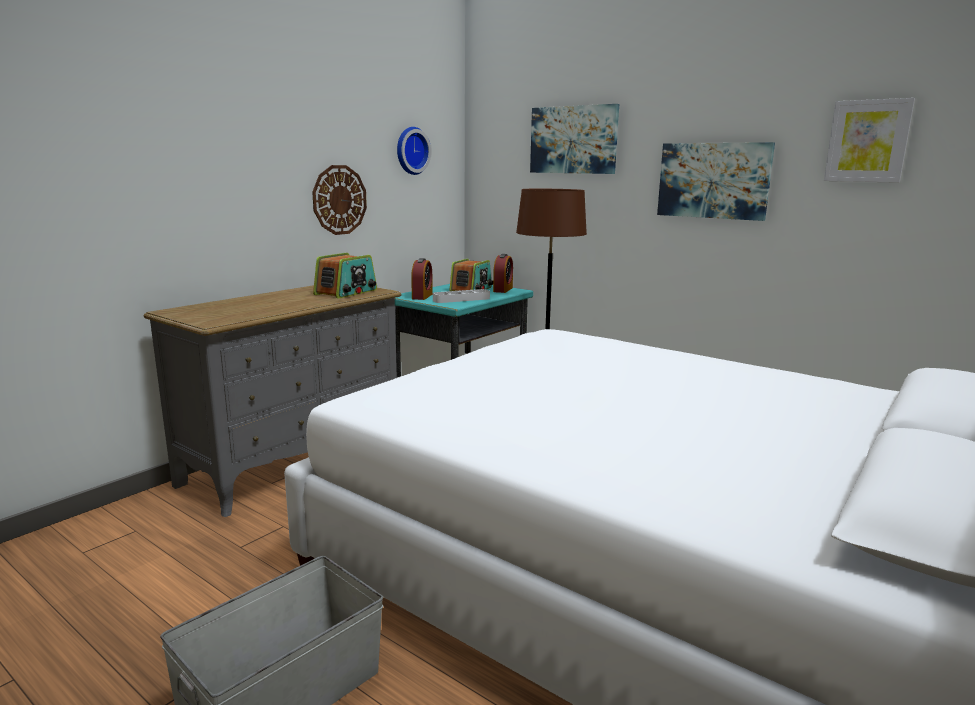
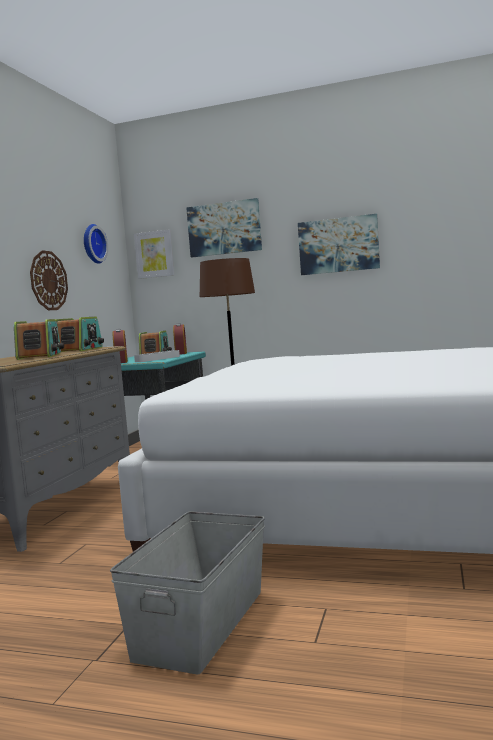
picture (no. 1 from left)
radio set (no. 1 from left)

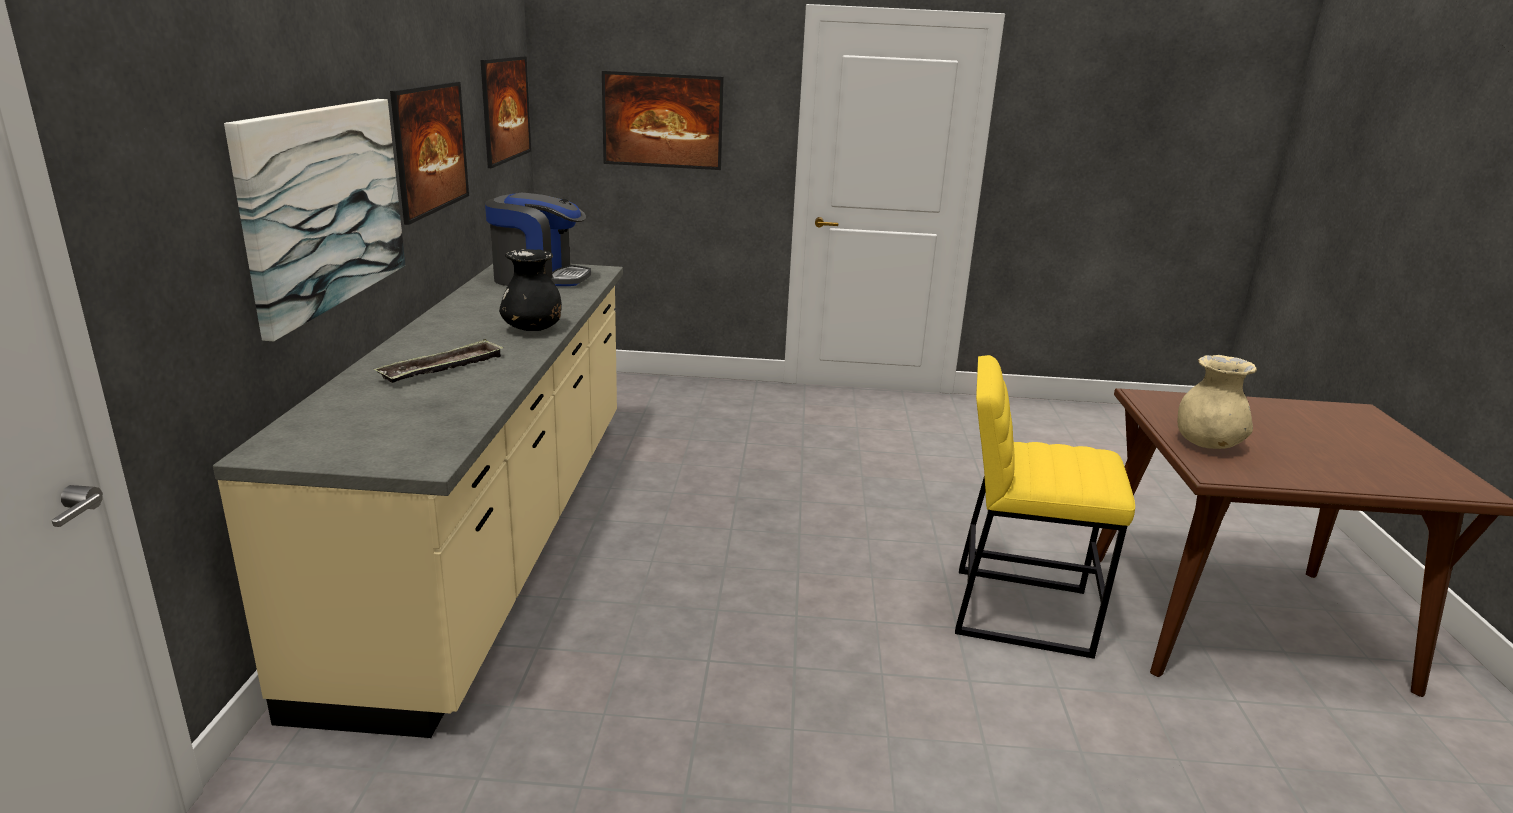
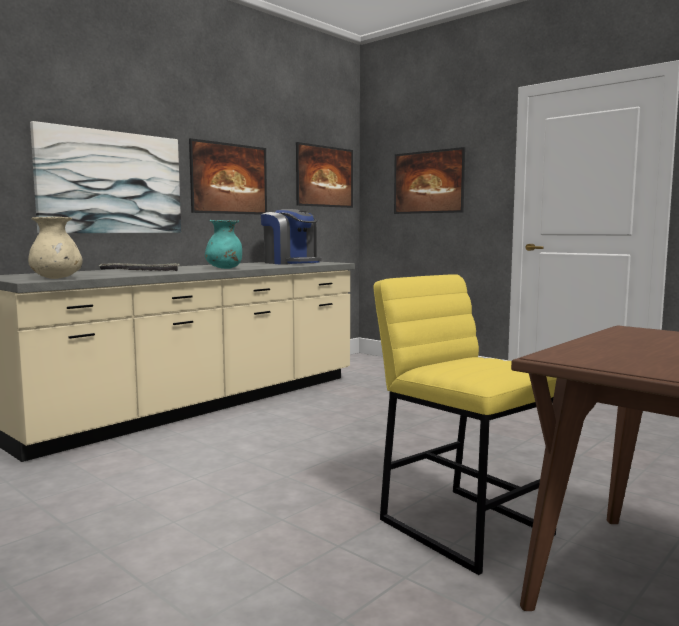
turquoise-coloured vase
beige vase

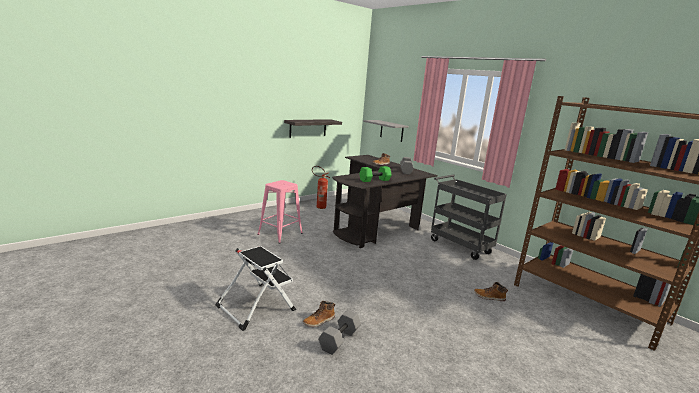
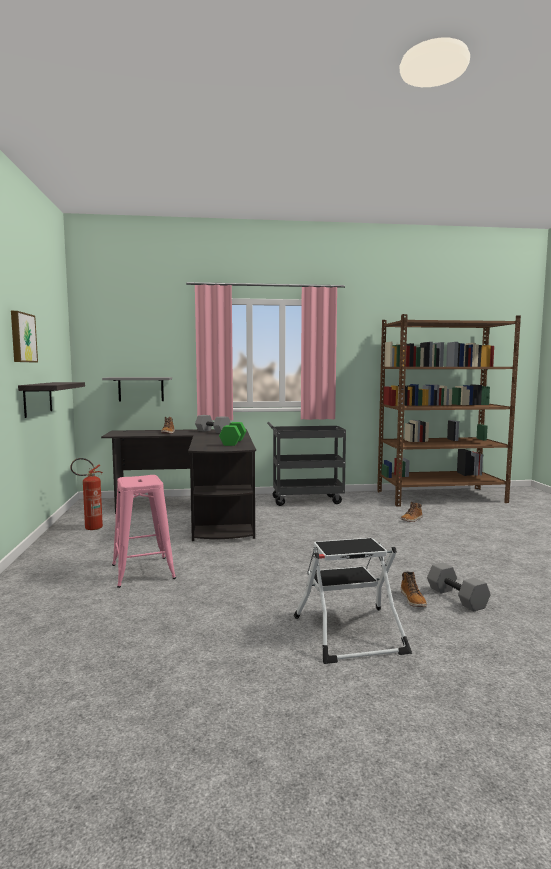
picture

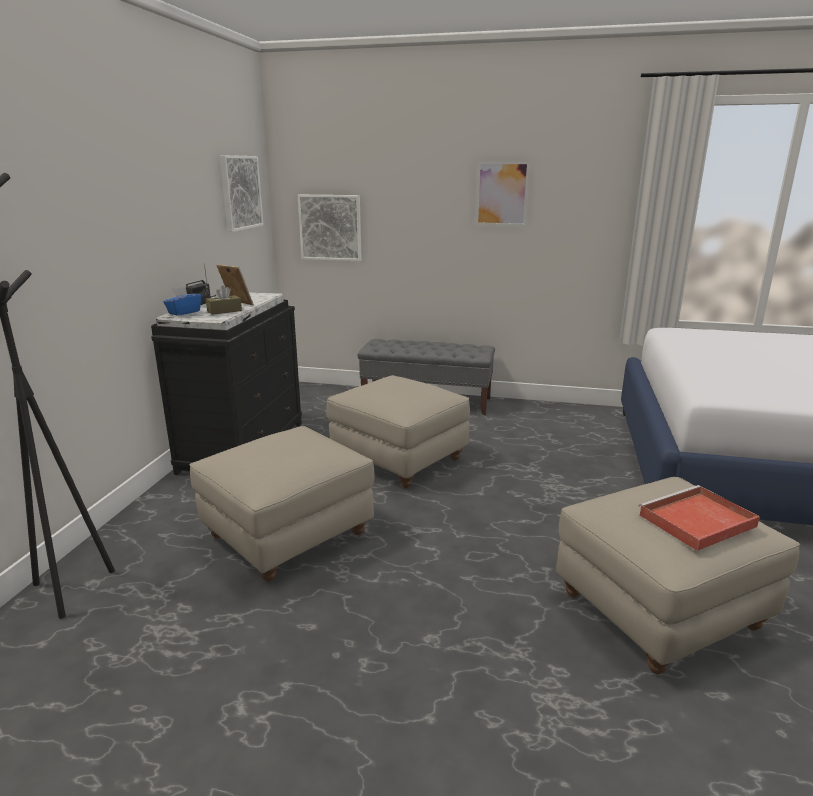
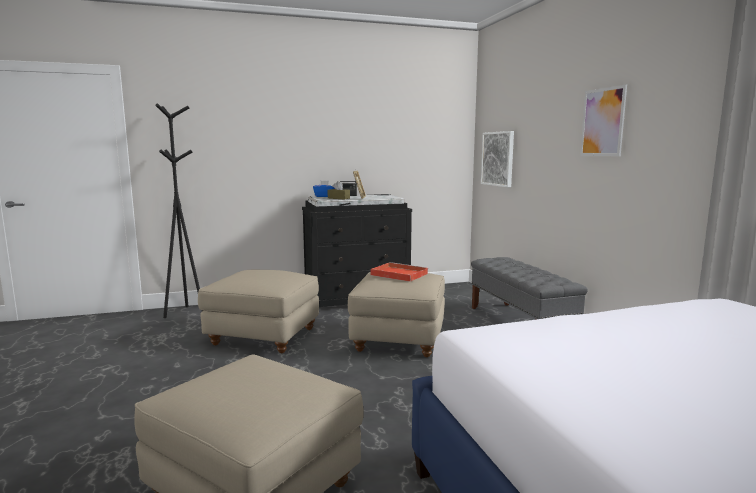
picture (no. 1 from left in the first image)
red carrying tray

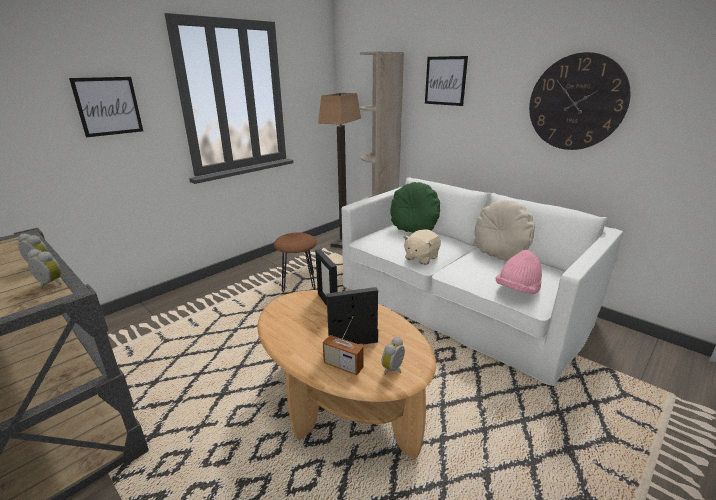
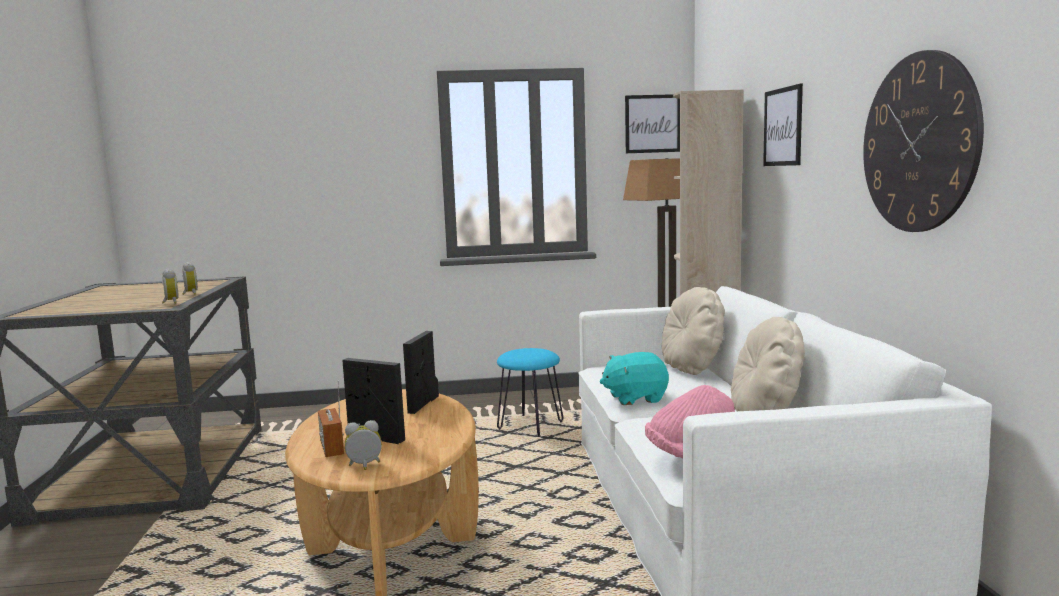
picture (no. 1 from left)
turquoise-coloured stool seat
beige cushion (no. 1 from left)
turquoise-coloured cuddly toy

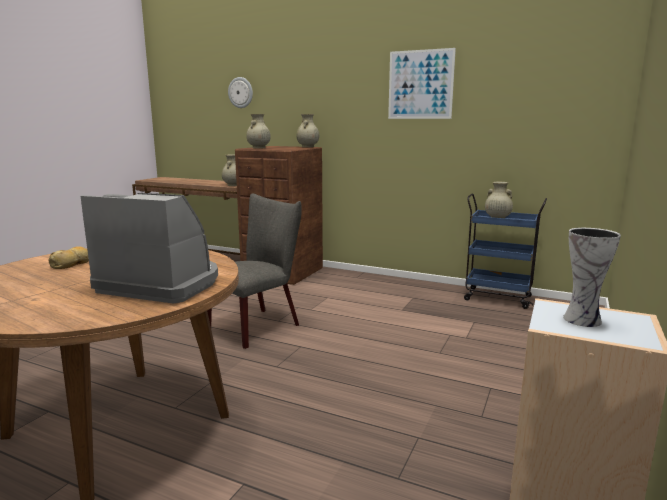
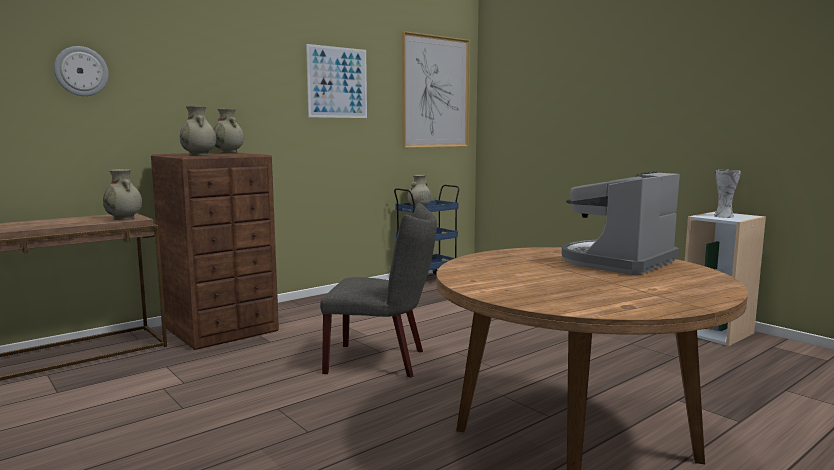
baked bread
gray upright chair
picture (no. 2 from left)

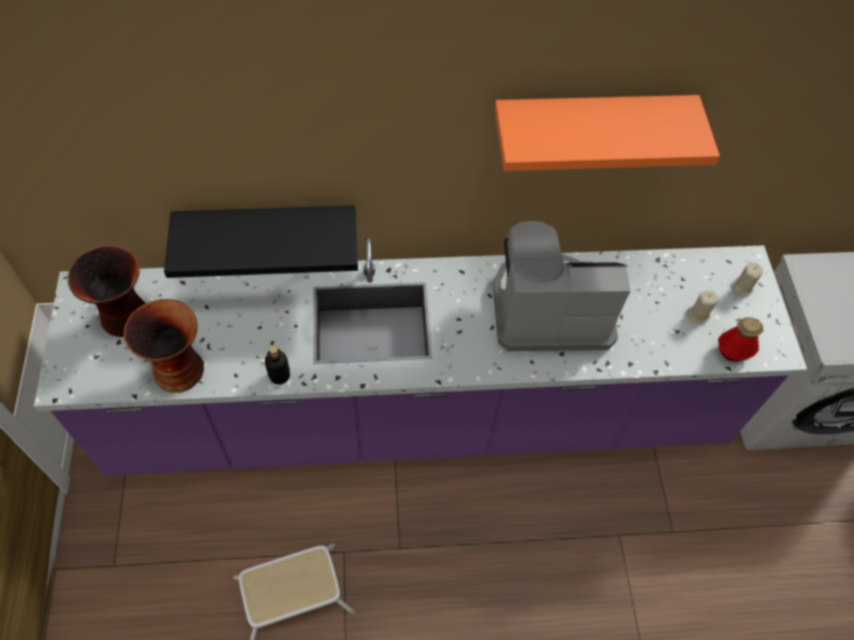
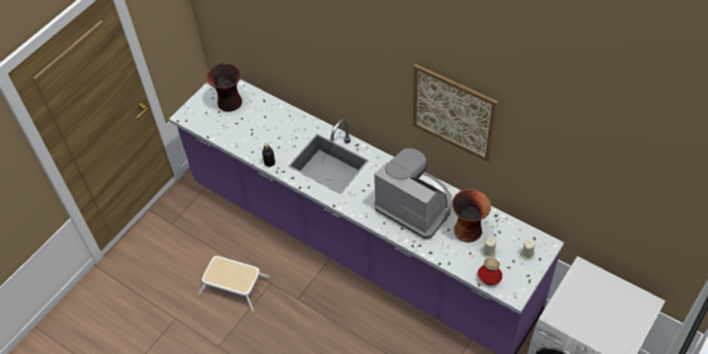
vase (no. 2 from left)
blackish bracket shelf
picture

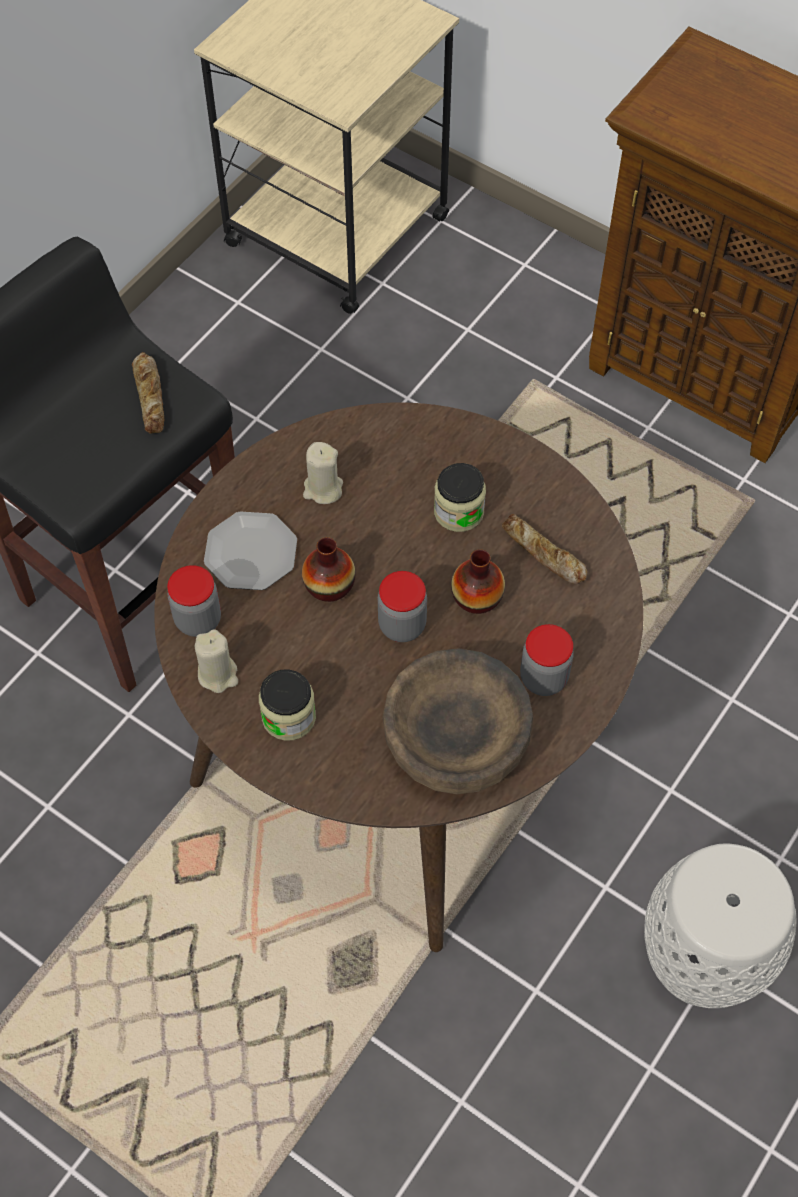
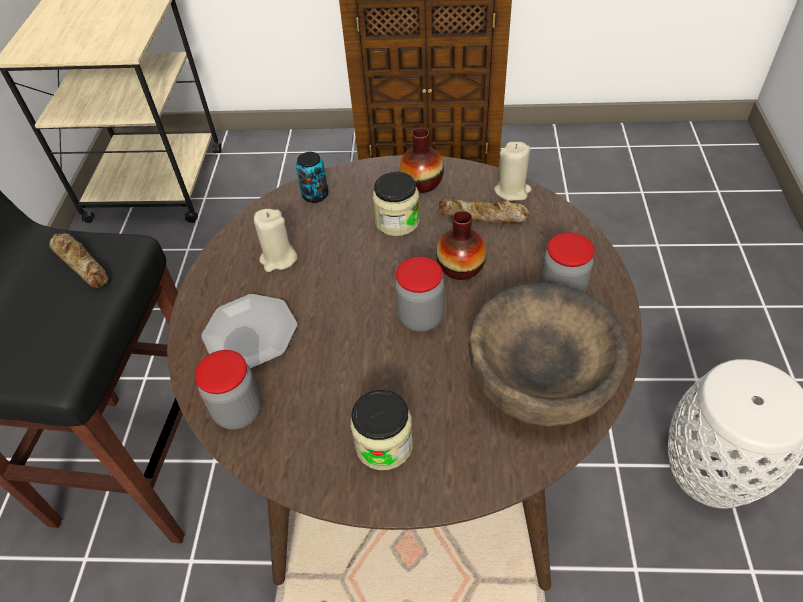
beige candle (no. 2 from left)
vase (no. 1 from left)
can

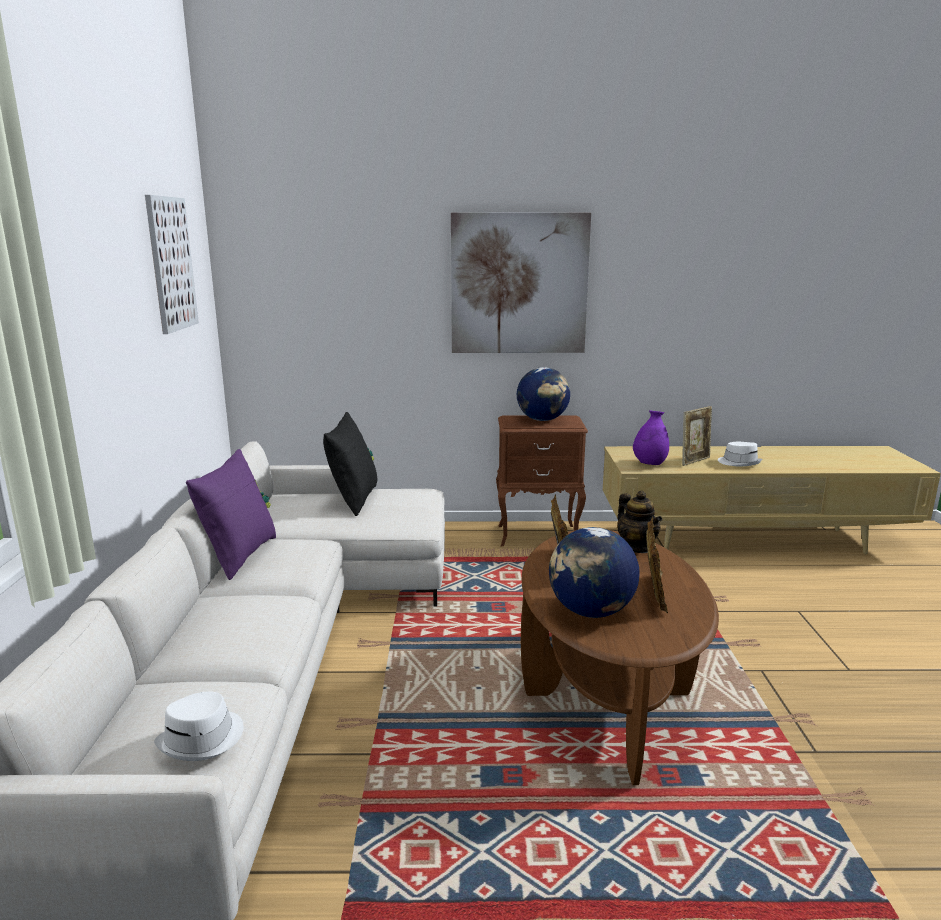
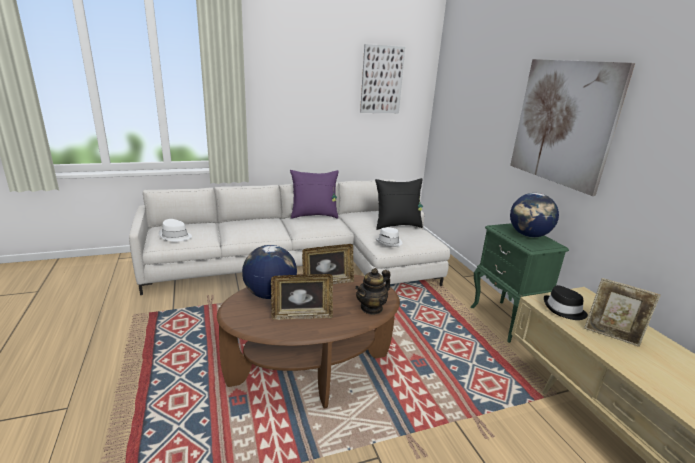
greenish bedside table
blackish hat
whitish hat (no. 2 from left)

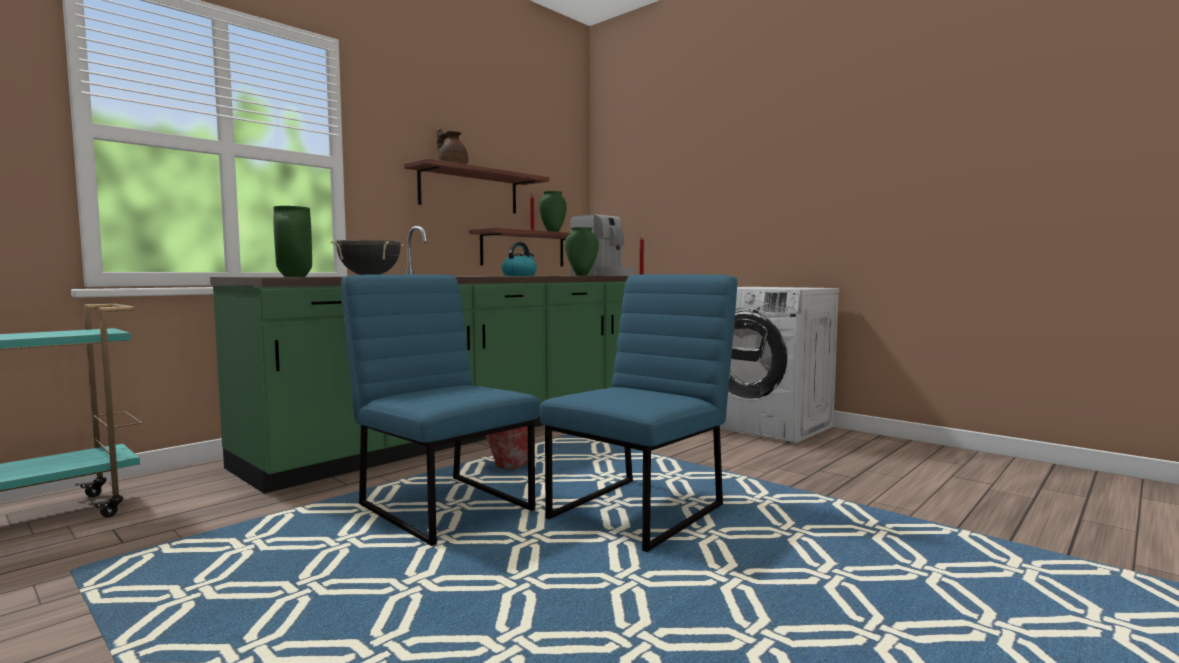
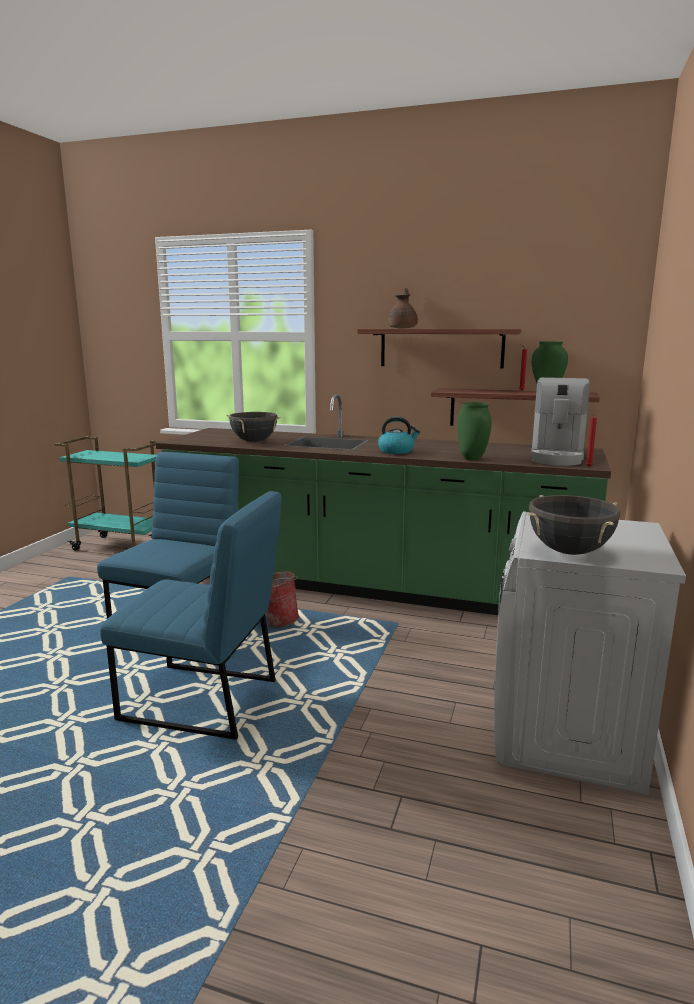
greenish vase (no. 1 from left in the first image)
blackish cooking pot (no. 2 from left)

